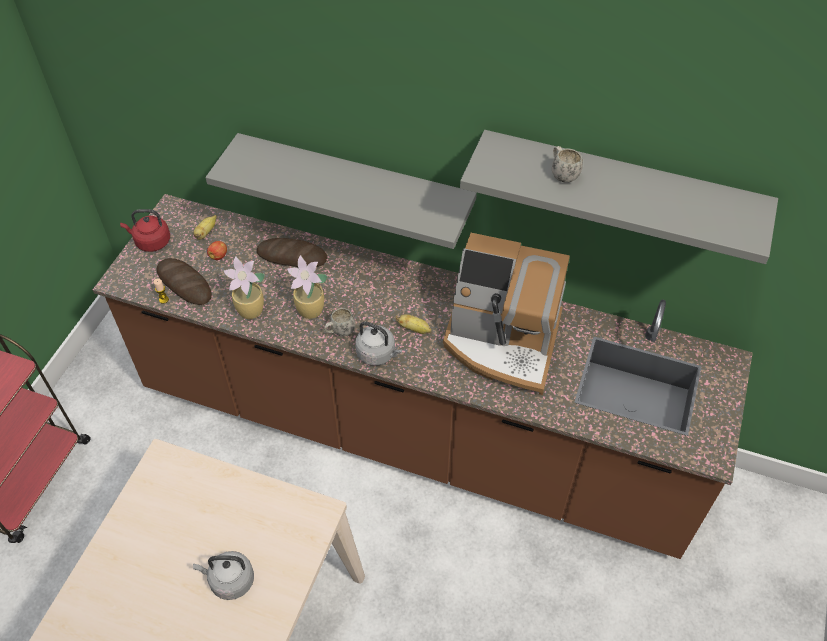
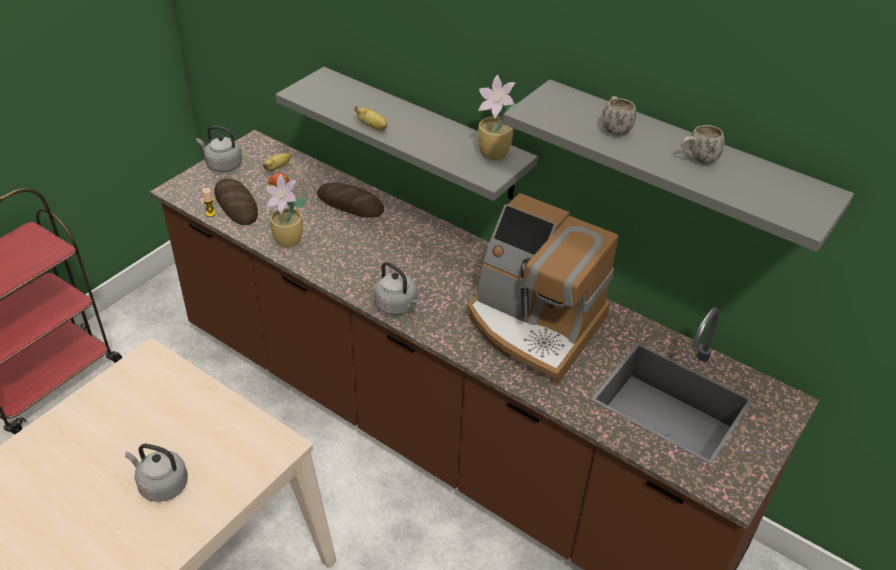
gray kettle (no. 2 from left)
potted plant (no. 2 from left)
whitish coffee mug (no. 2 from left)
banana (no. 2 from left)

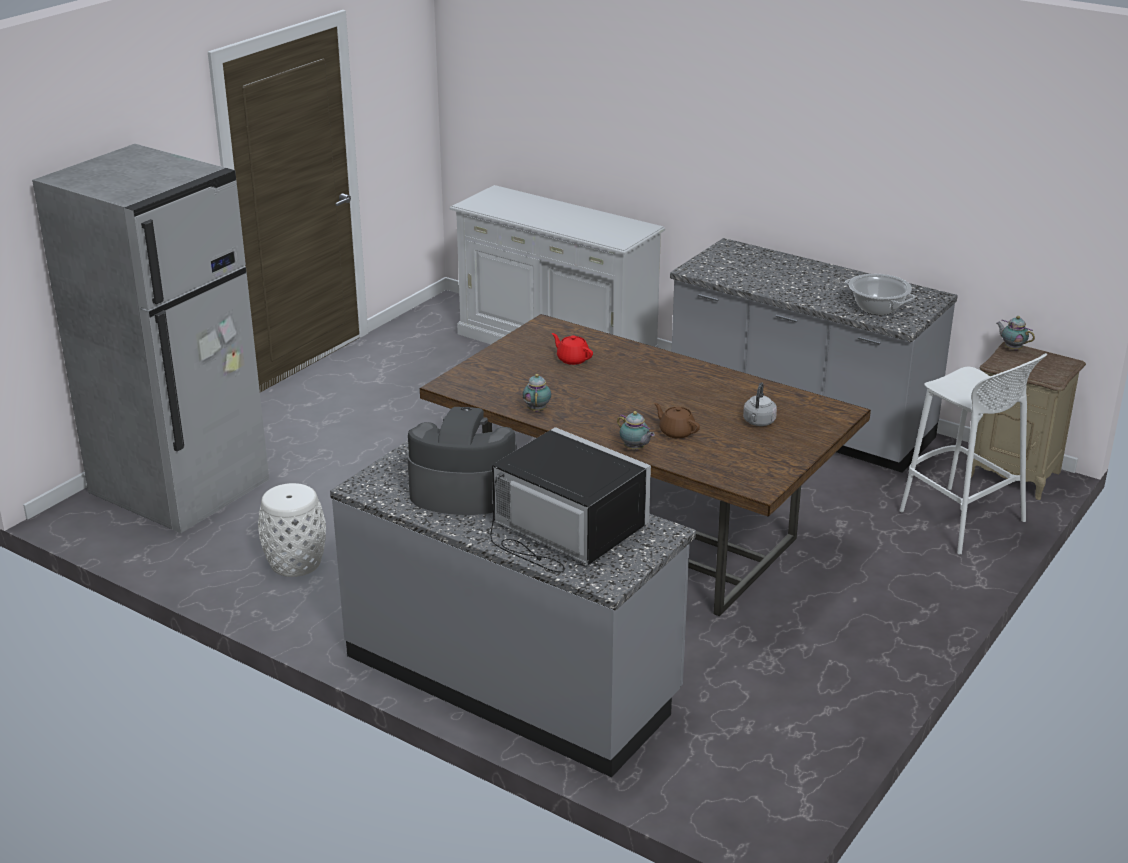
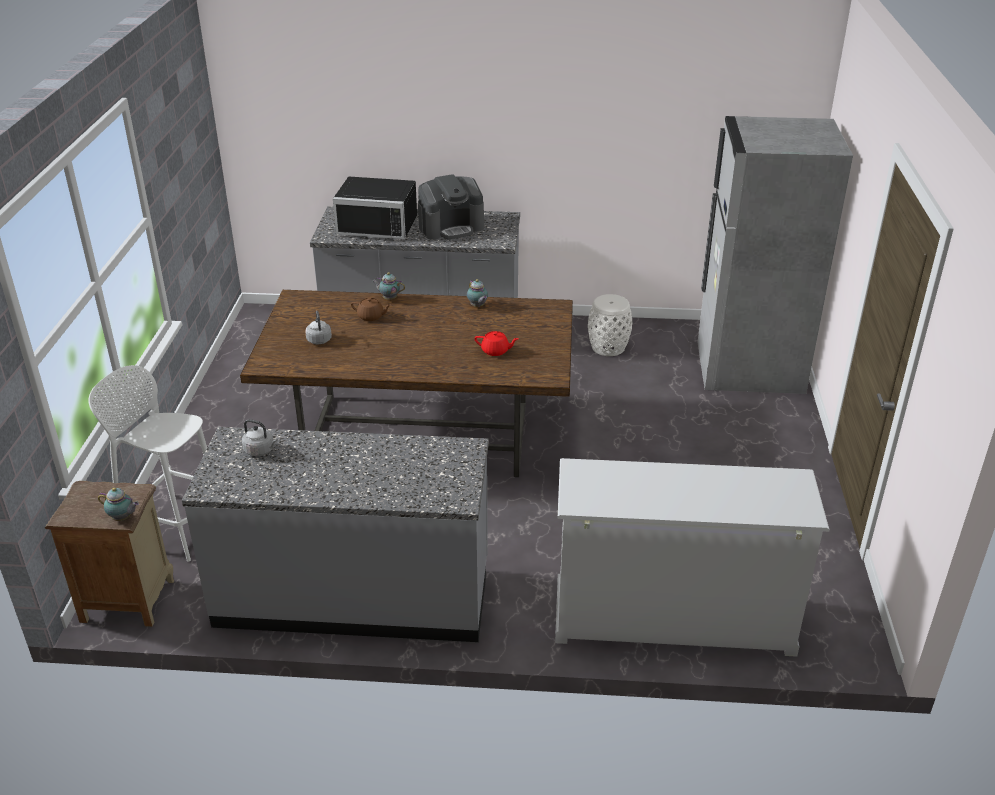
gray kettle (no. 1 from left)

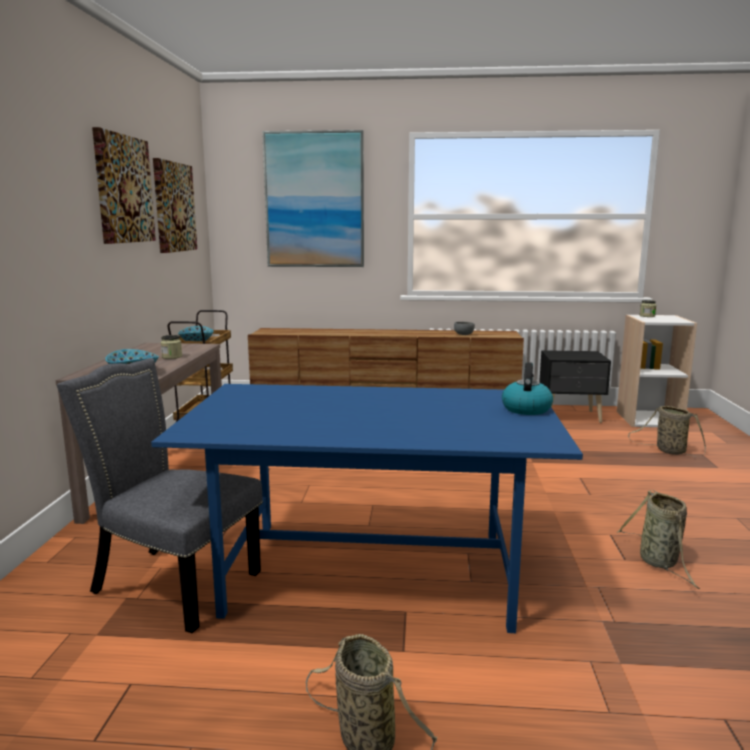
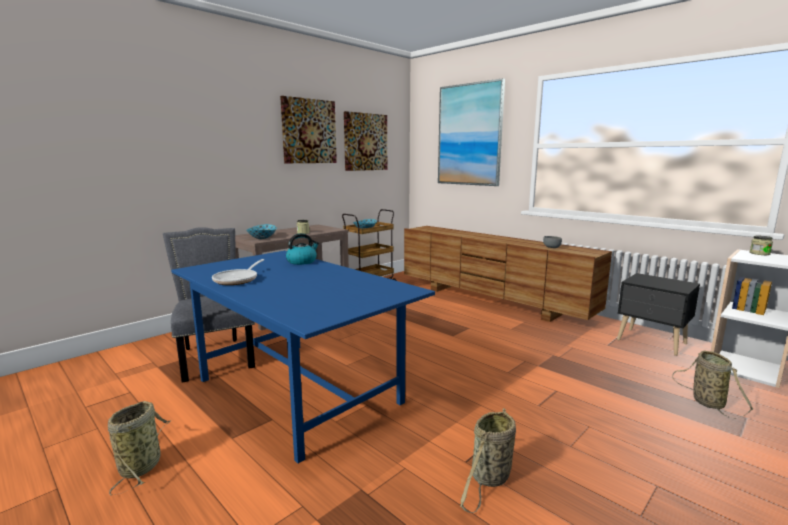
kettle
pan

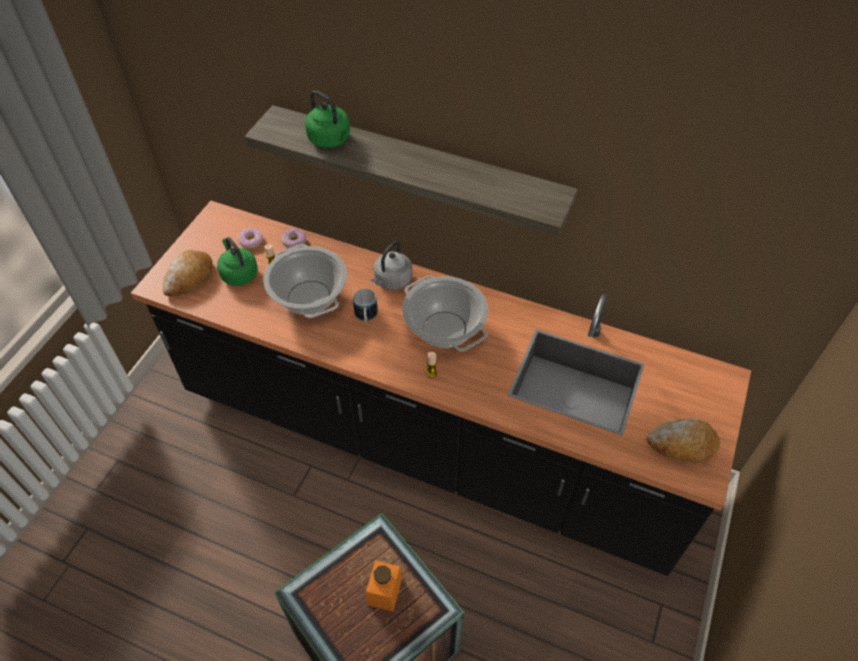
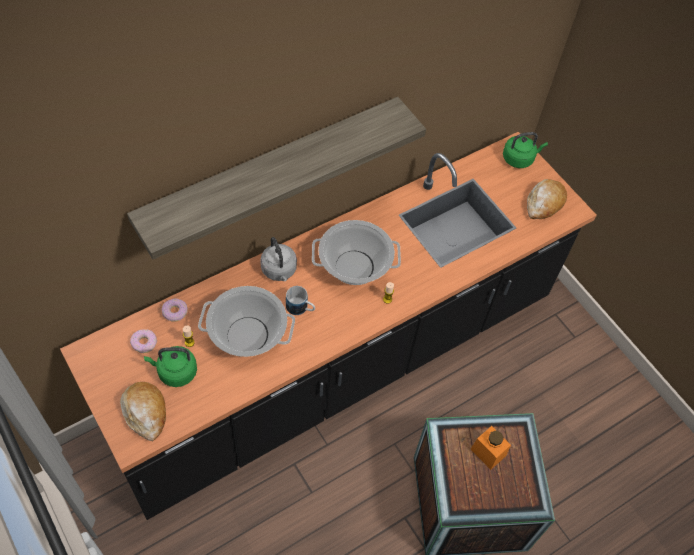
greenish kettle (no. 2 from left)

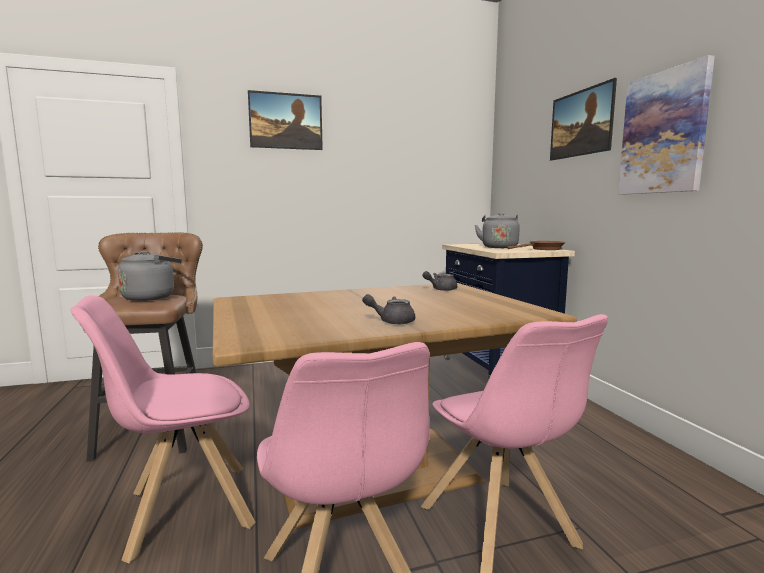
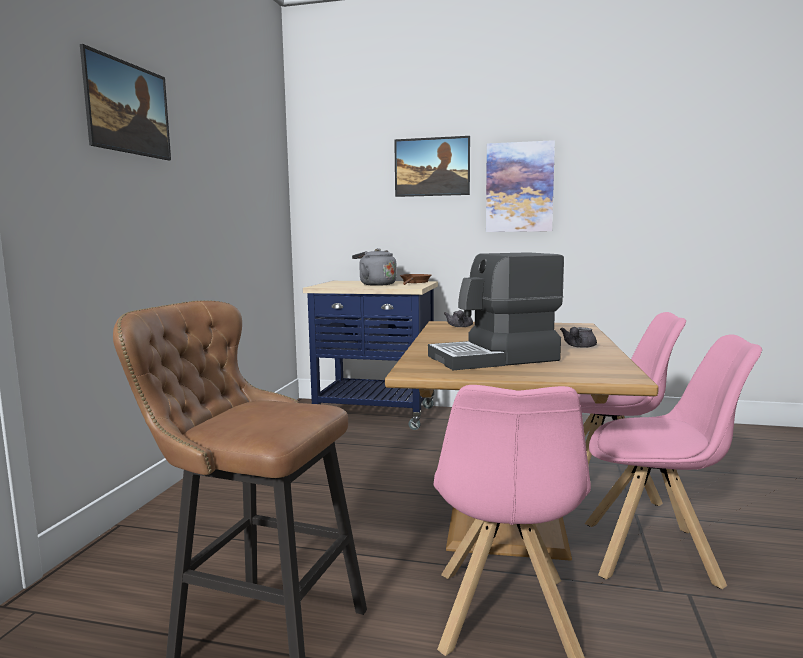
gray kettle (no. 1 from left in the first image)
coffee machine

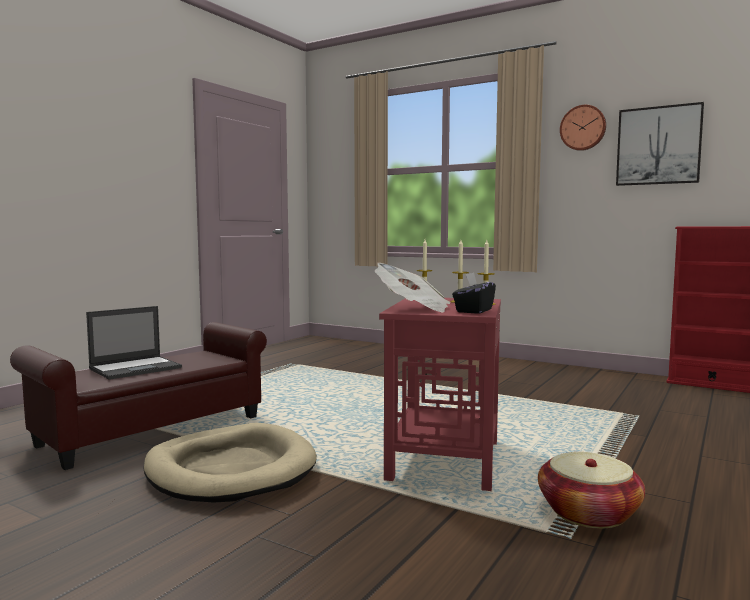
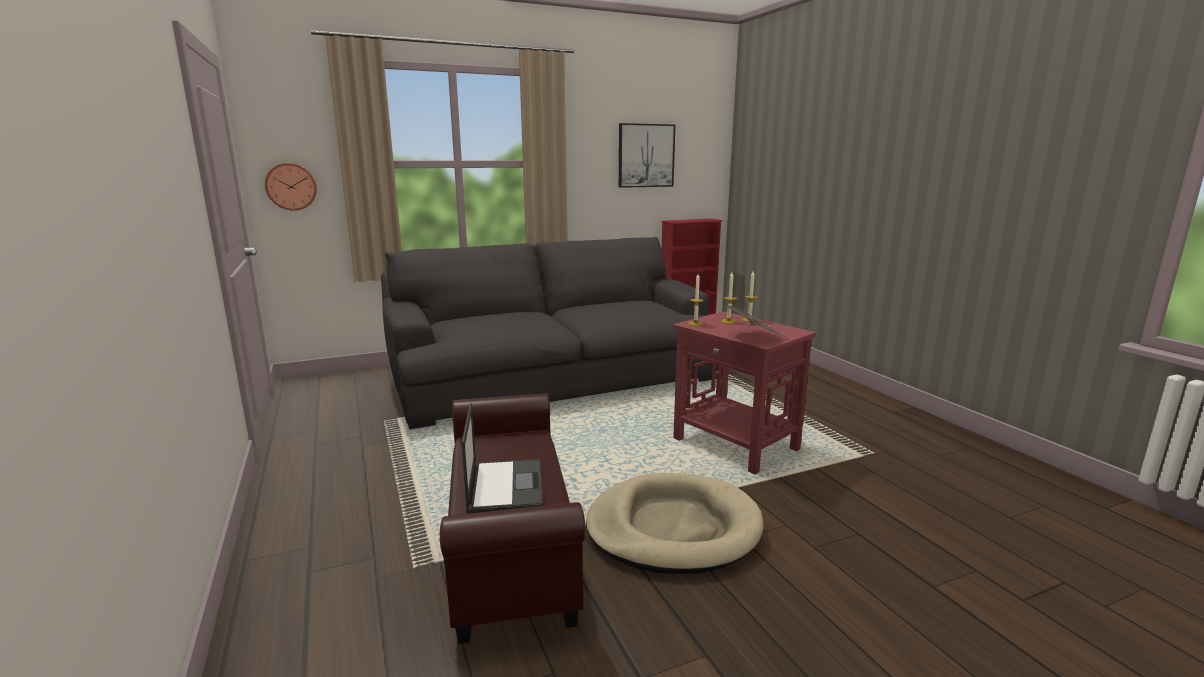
blackish tissue box
basket
wall clock
gray couch

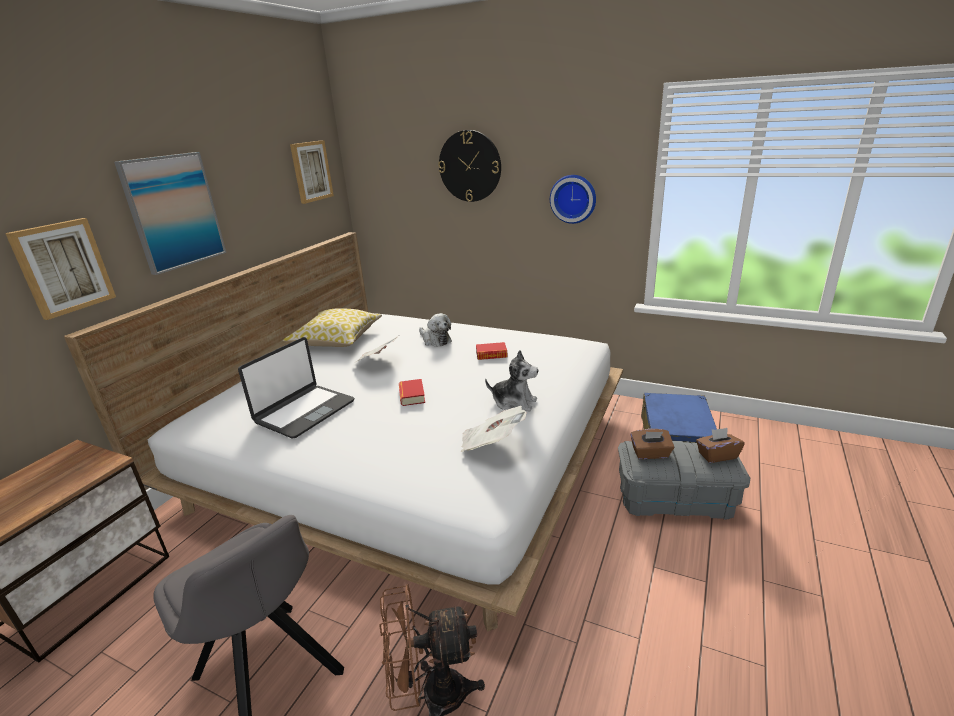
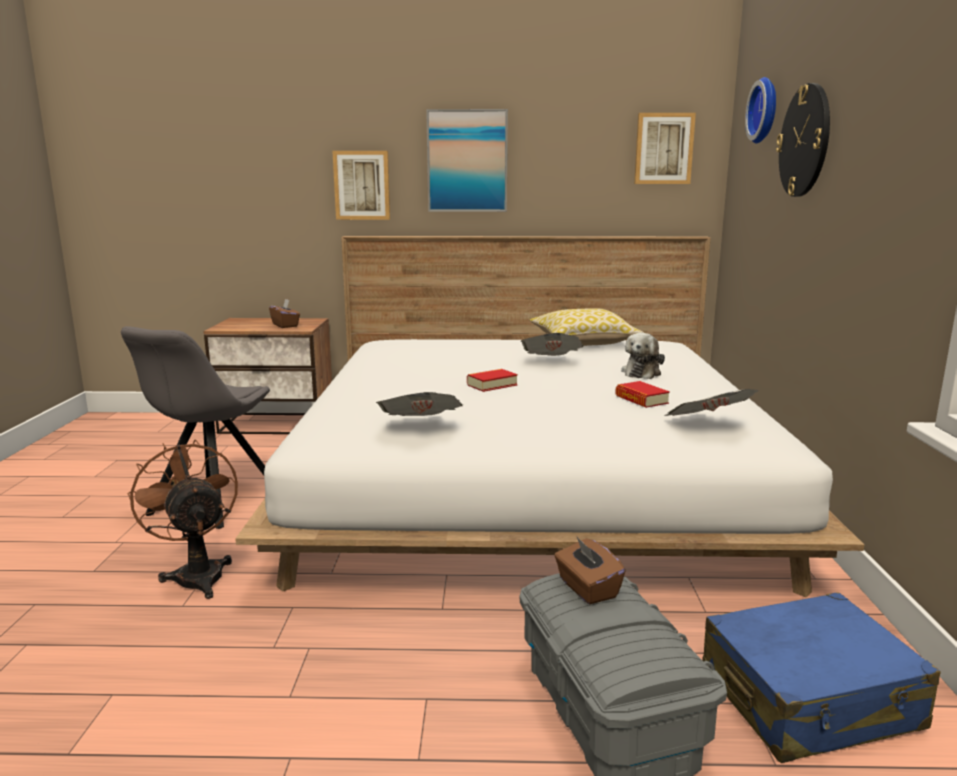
portable computer
cuddly toy (no. 2 from left in the first image)
wall clock (no. 1 from left)
brownish tissue box (no. 1 from left)
daily paper (no. 3 from left)

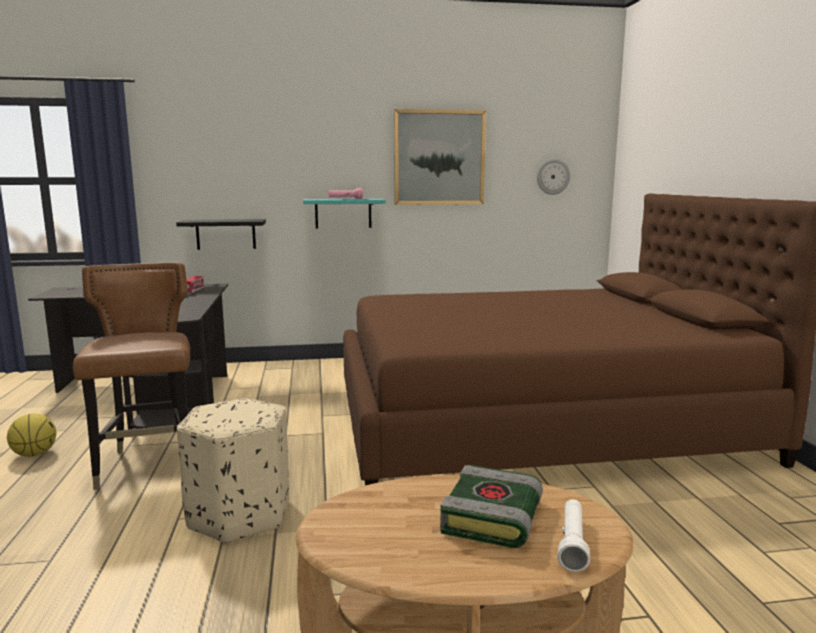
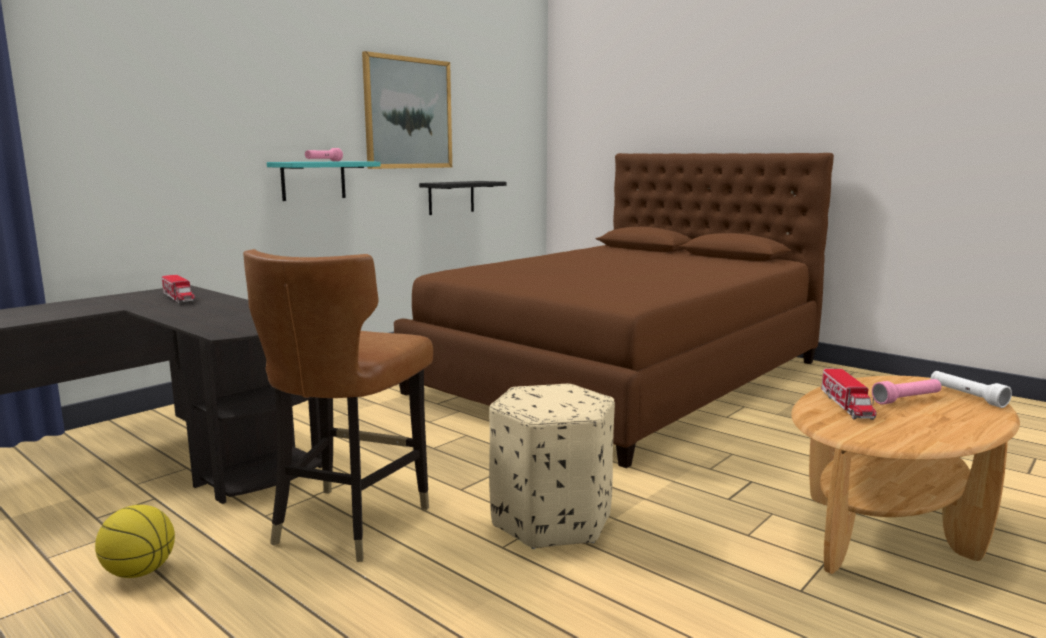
brownish upright chair
blackish bracket shelf
pink-coloured flashlight (no. 2 from left)
wall clock
toy truck (no. 2 from left)

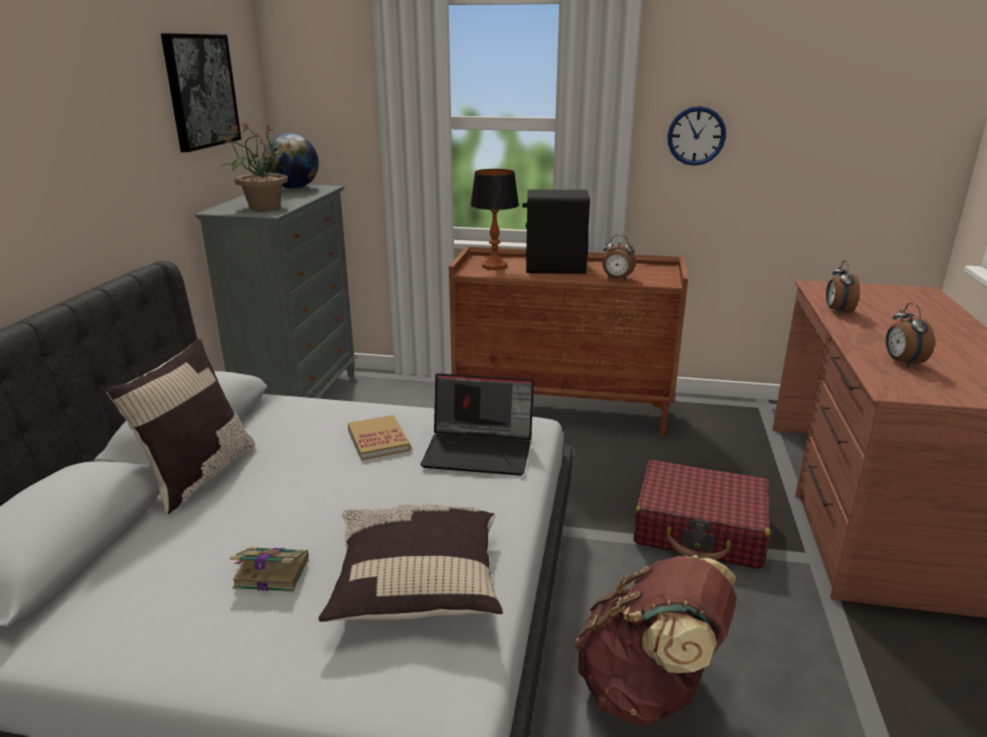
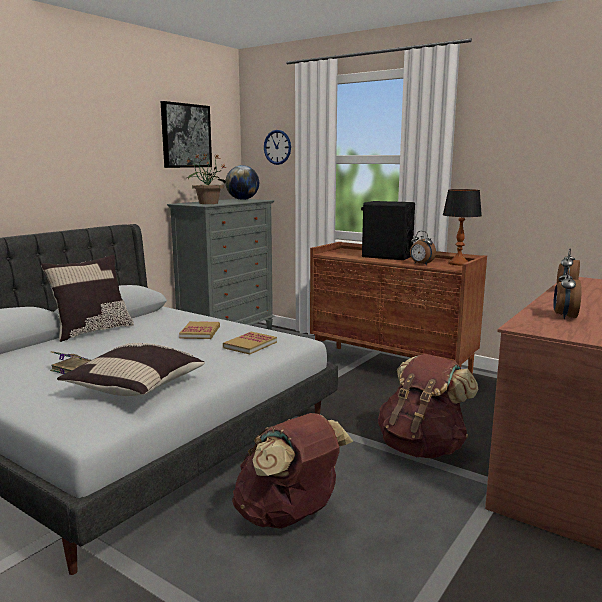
bound book (no. 3 from left)
lamp for a table
brownish backpack (no. 2 from left)
wall clock

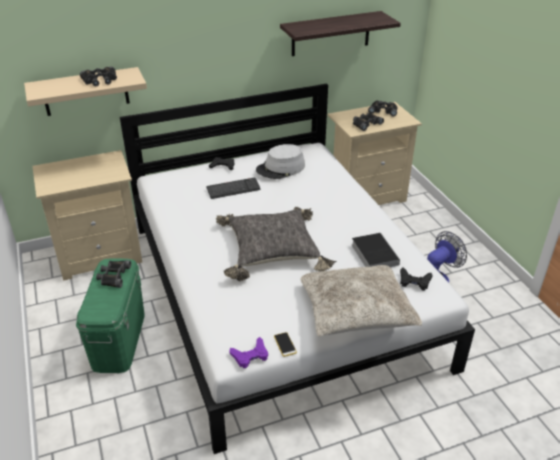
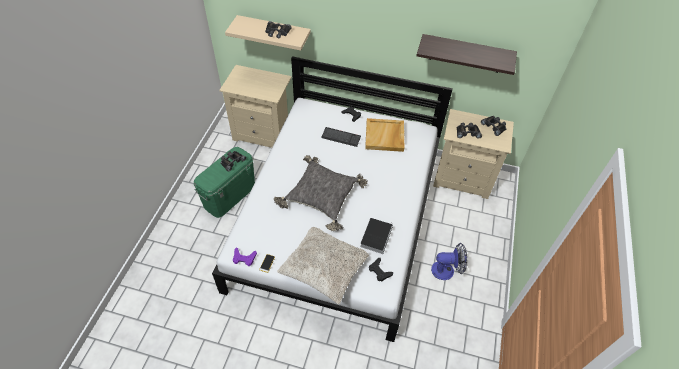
beige carrying tray

